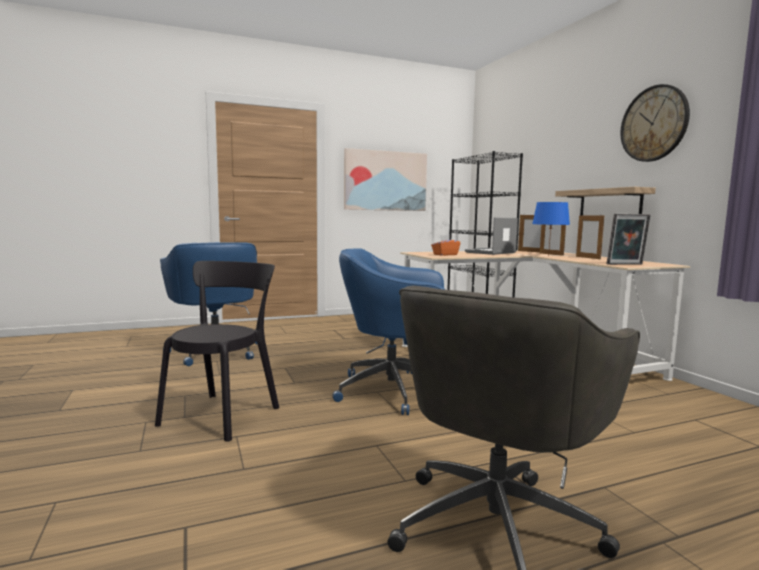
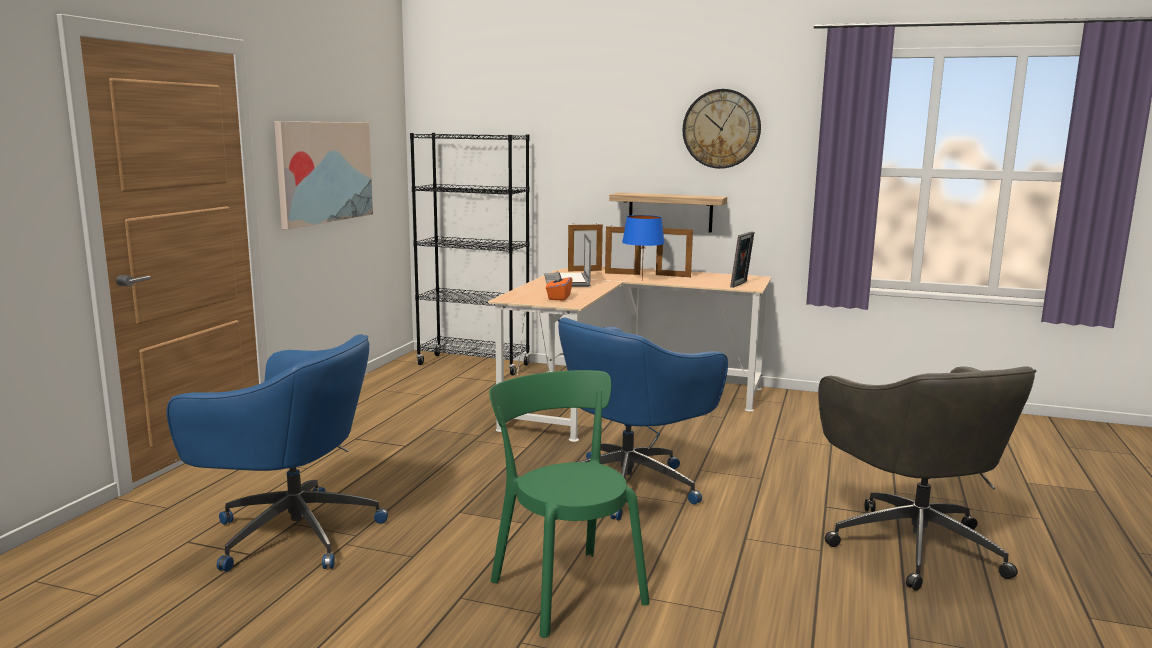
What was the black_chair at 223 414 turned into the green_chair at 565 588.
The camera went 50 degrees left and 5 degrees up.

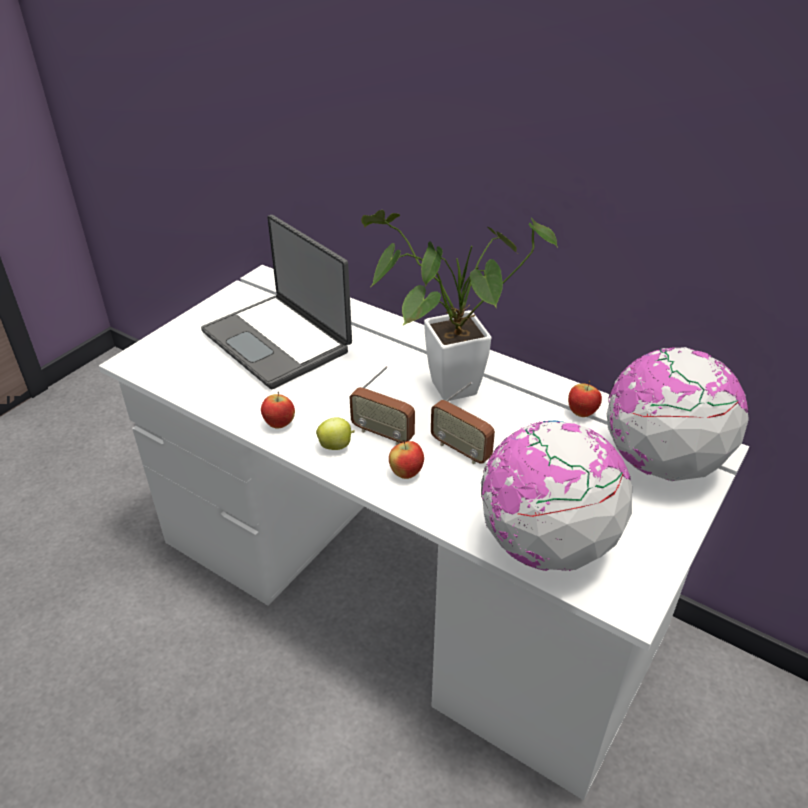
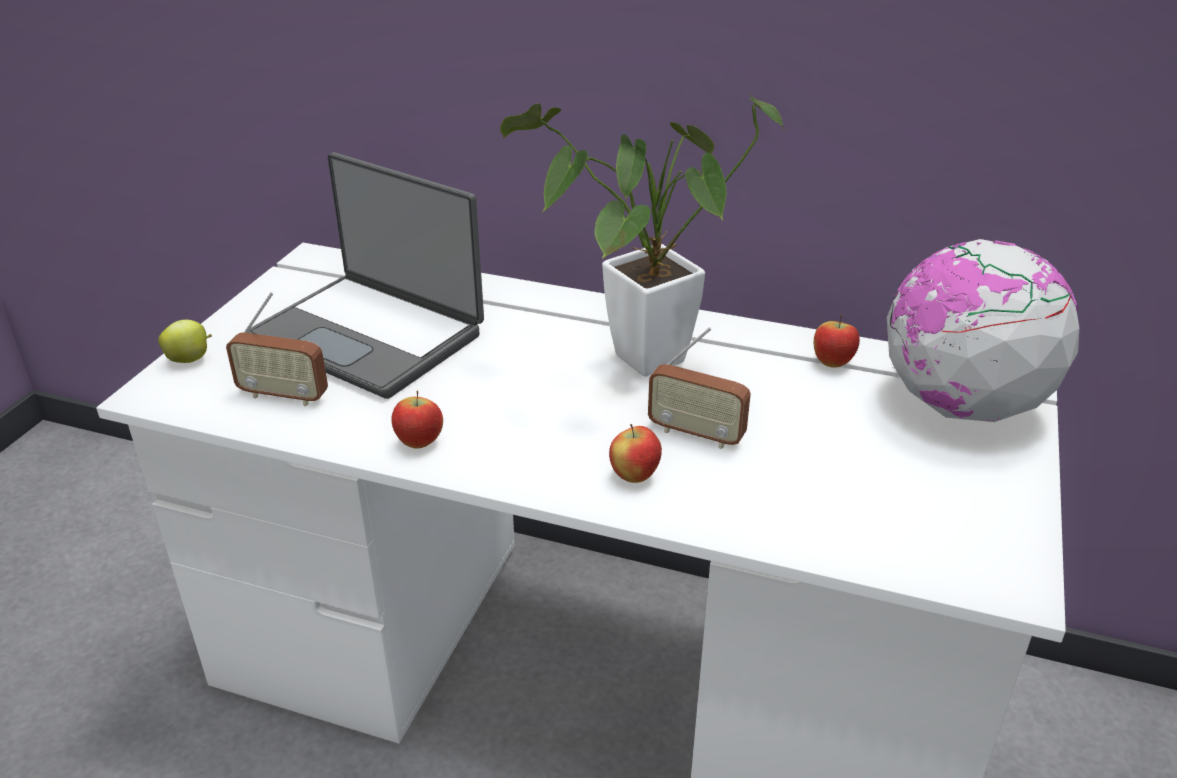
The apple ended up elsewhere, having gone from 336 446 to 190 359.
The radio ended up elsewhere, having gone from 383 434 to 284 396.
The second view lost the globe at 545 544.
The camera went 15 degrees left and 5 degrees down.

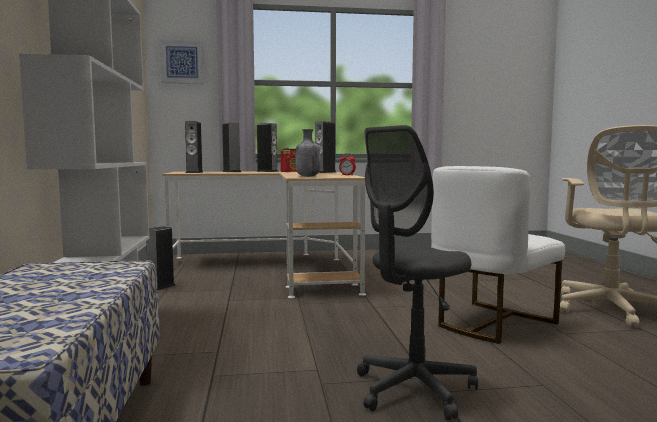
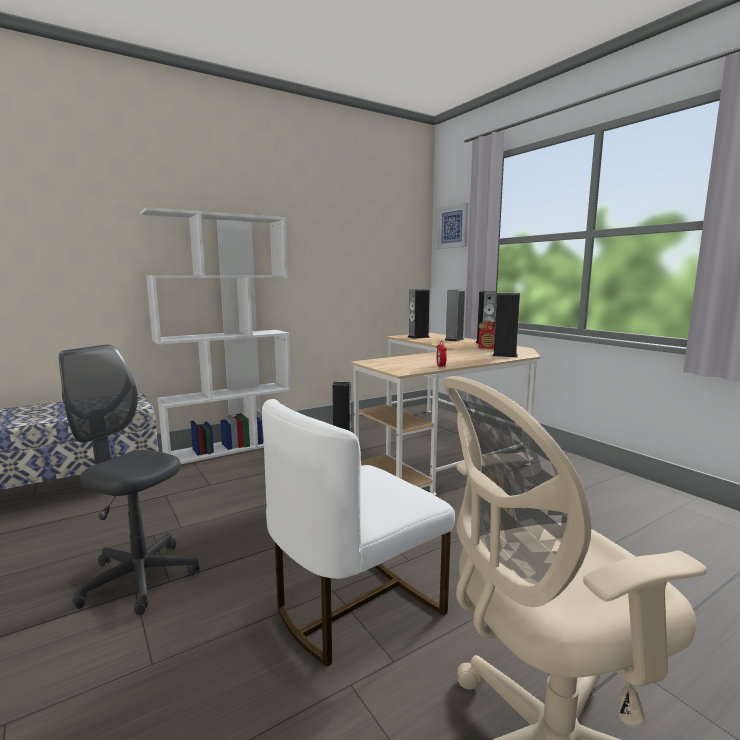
The white_chair at 491 323 ended up facing another way, 60 degrees counterclockwise from before.
The second view lost the grey_bottle at 307 176.
The camera went 65 degrees right and 5 degrees up.

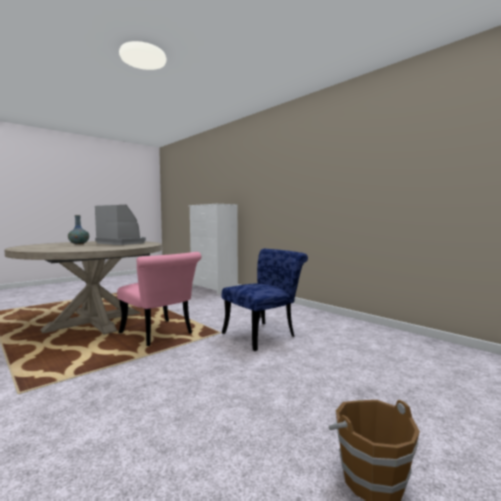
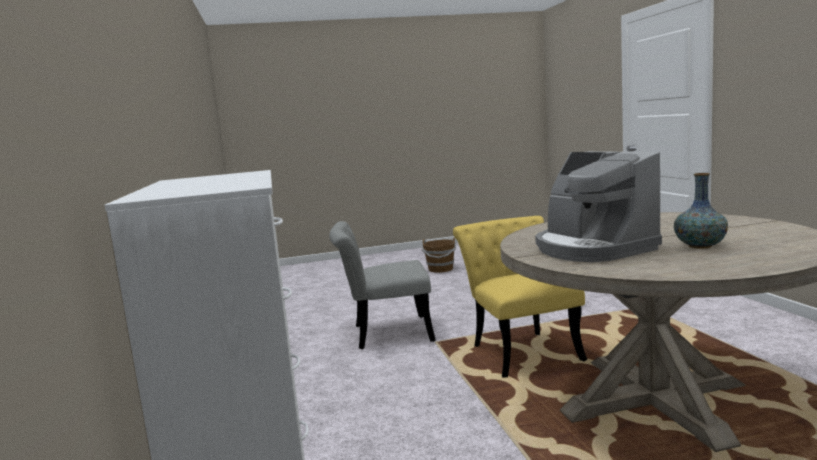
What was the blue_chair at 264 334 turned into the grey_chair at 384 334.
What was the pink_chair at 160 334 turned into the yellow_chair at 521 350.
The camera went 150 degrees left and 5 degrees up.

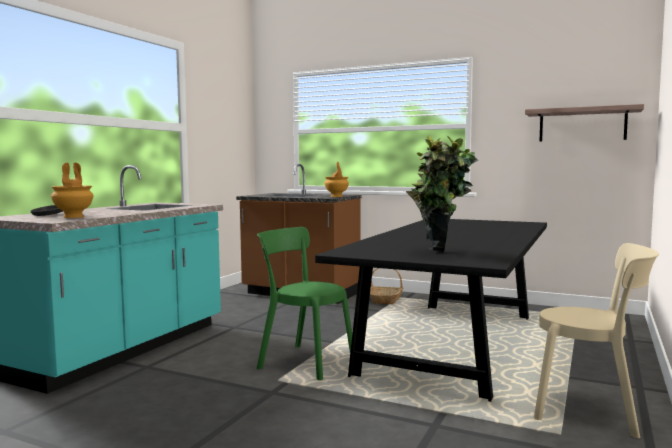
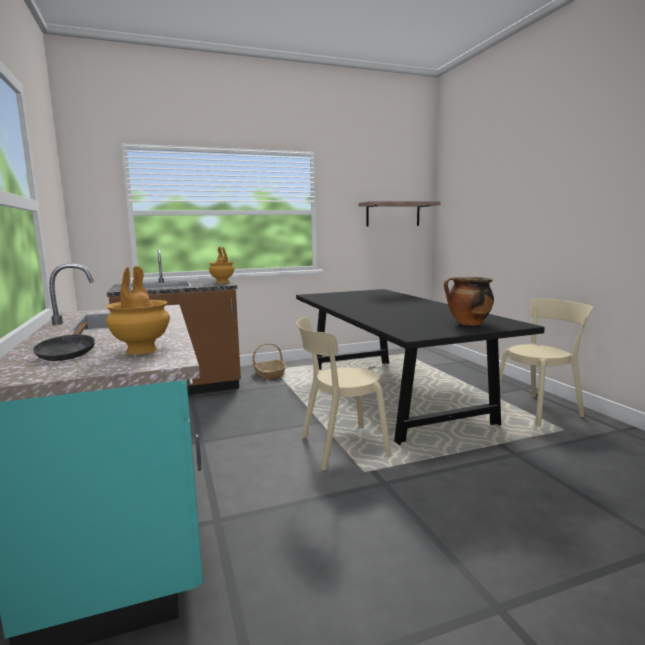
What was the green_chair at 303 361 turned into the beige_chair at 339 447.
Where the potted_plant stood at 439 254, the cooking_pot came to stand at 468 324.
The camera went 45 degrees left and 5 degrees up.

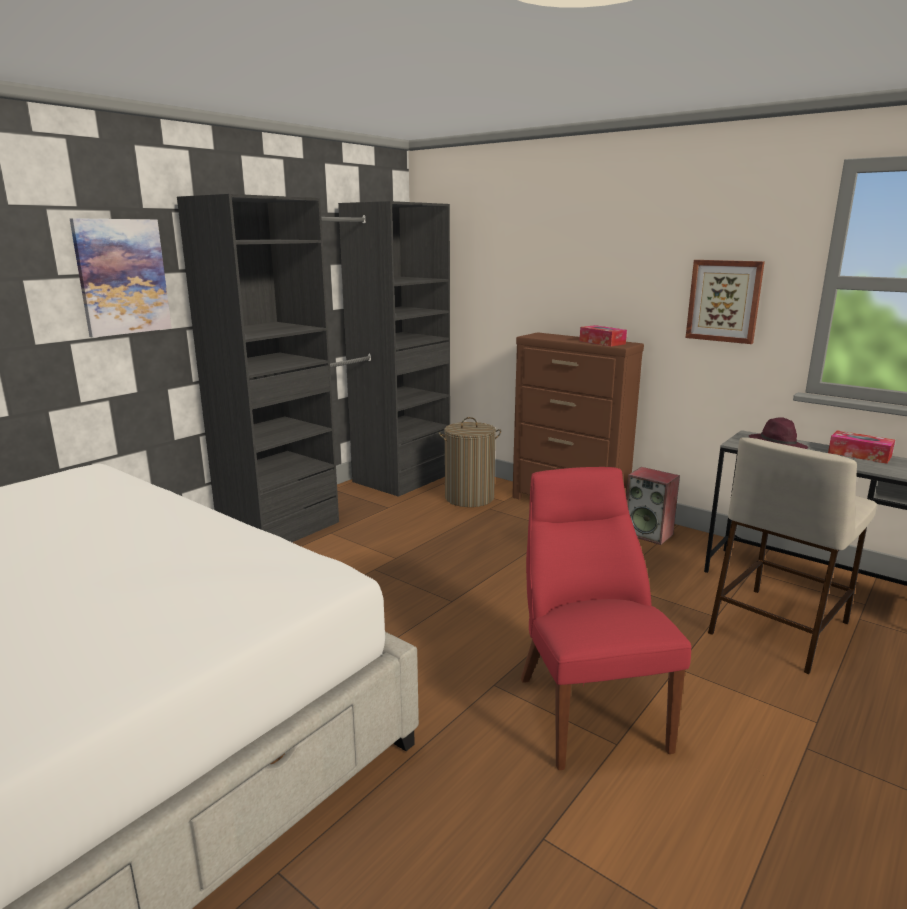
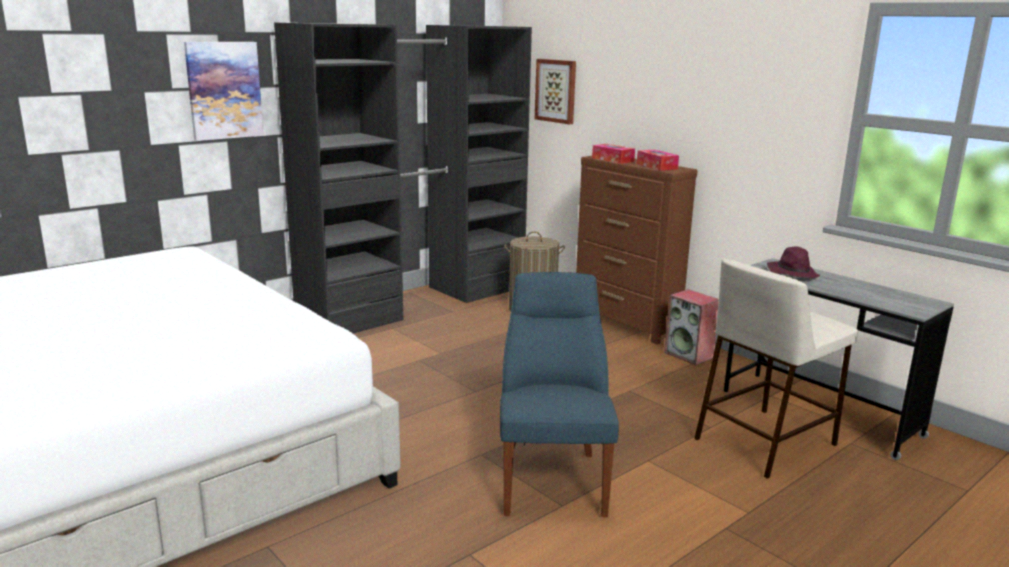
What was the red_chair at 587 708 turned into the blue_chair at 552 479.
The picture ended up elsewhere, having gone from 724 301 to 556 91.
The tissue_box ended up elsewhere, having gone from 859 454 to 612 160.
The camera went 10 degrees right and 0 degrees up.

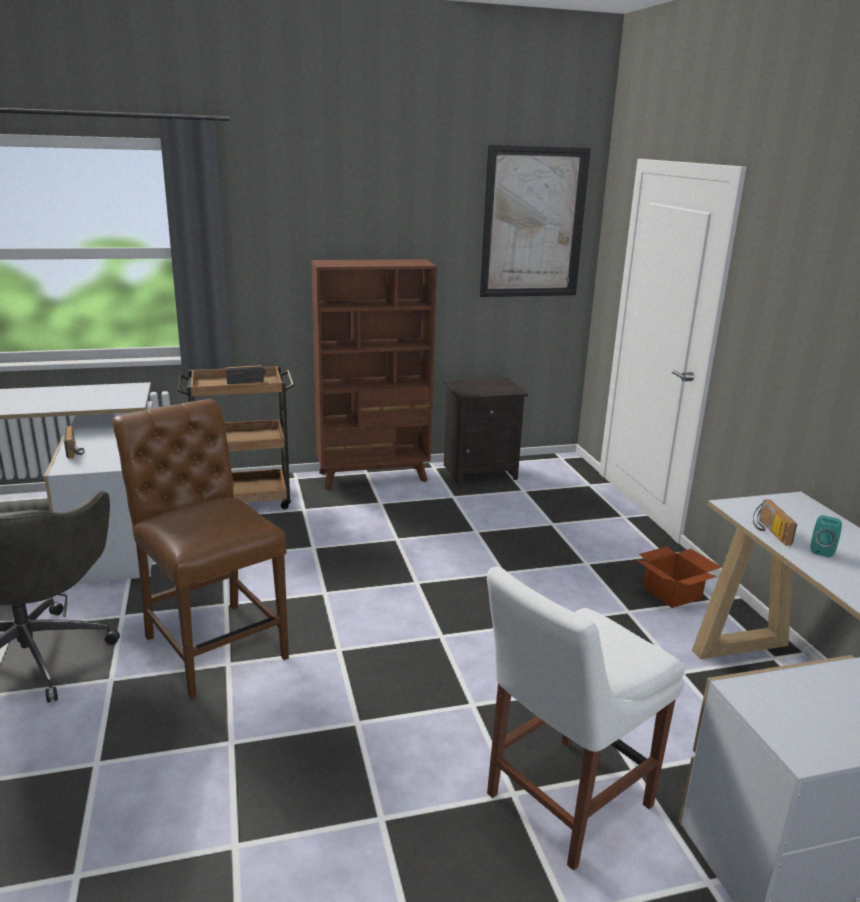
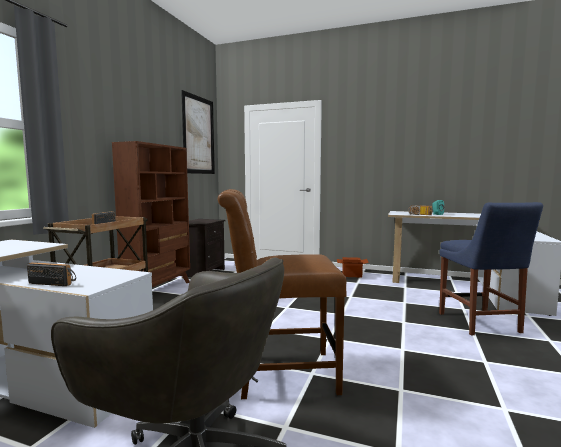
What was the white_chair at 562 803 turned into the blue_chair at 480 324.
The camera went 55 degrees left and 15 degrees down.

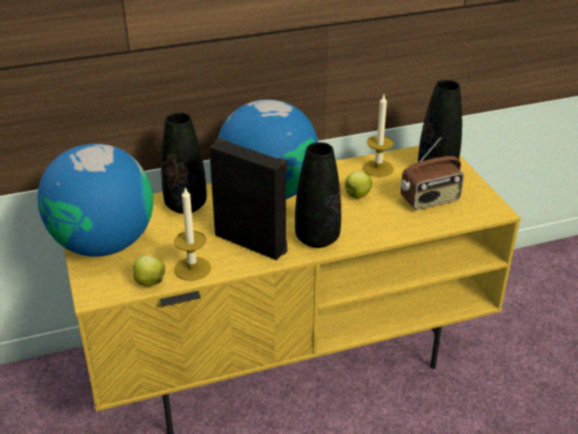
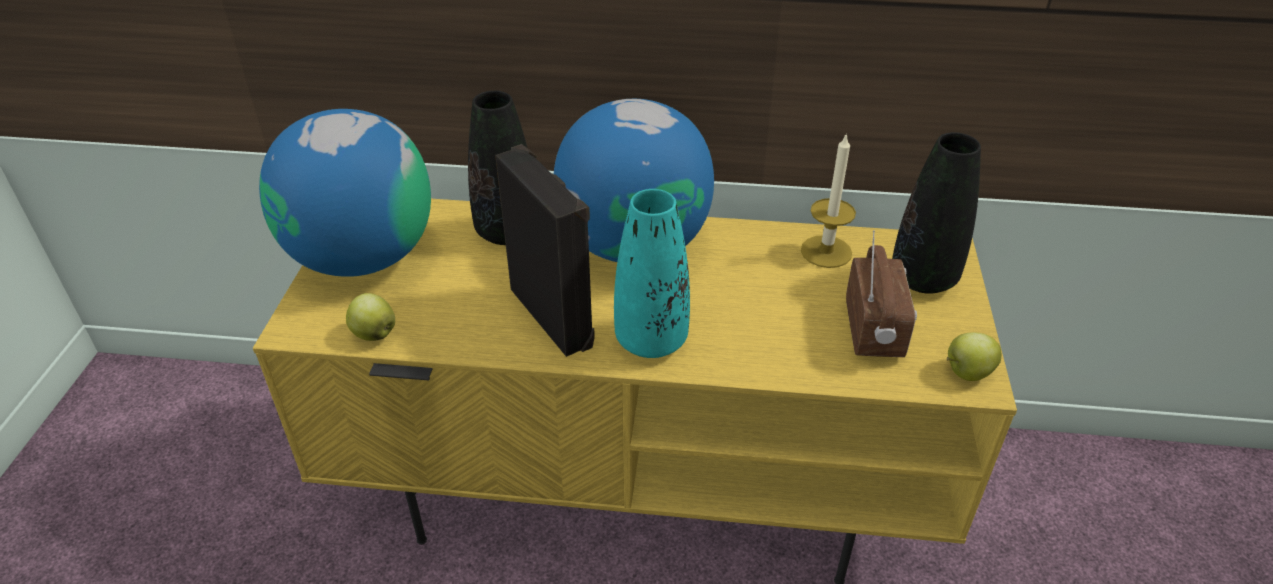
What was the black_vase at 317 238 turned into the turquoise_vase at 651 341.
The radio at 430 200 ended up facing another way, 90 degrees counterclockwise from before.
The apple ended up elsewhere, having gone from 357 195 to 966 373.
The second view lost the candle at 192 268.
The camera went 25 degrees right and 5 degrees up.

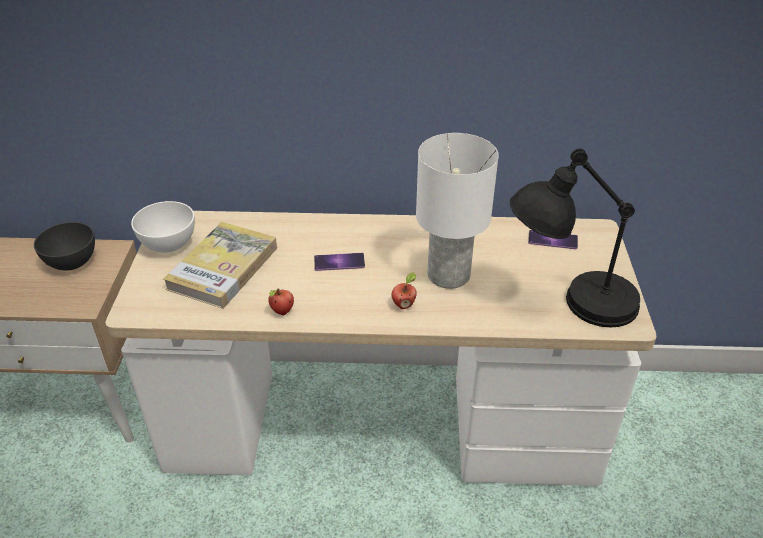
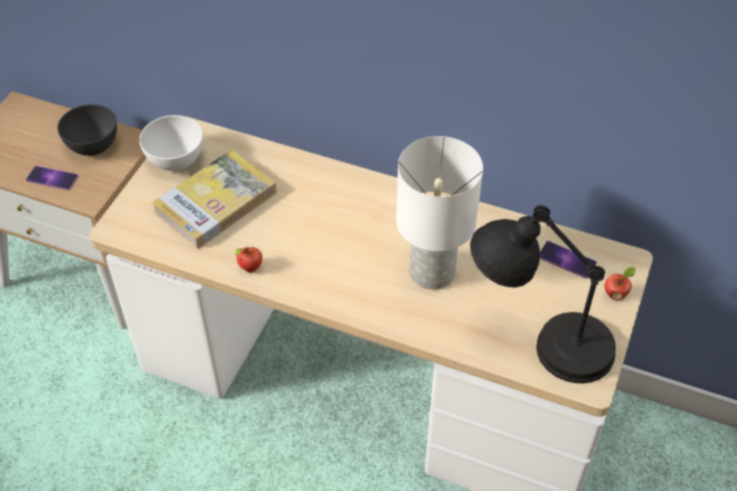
The phone ended up elsewhere, having gone from 339 262 to 52 178.
The apple ended up elsewhere, having gone from 404 305 to 615 294.
The camera went 20 degrees right and 10 degrees up.

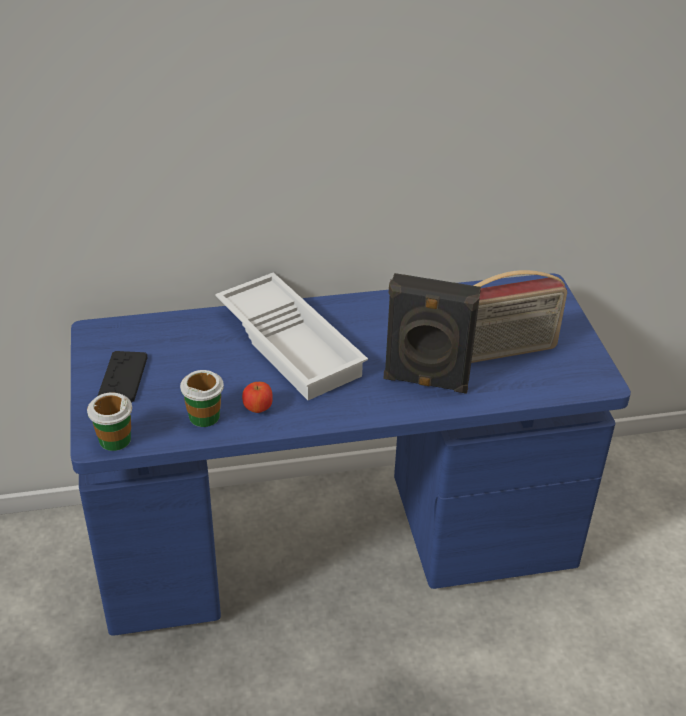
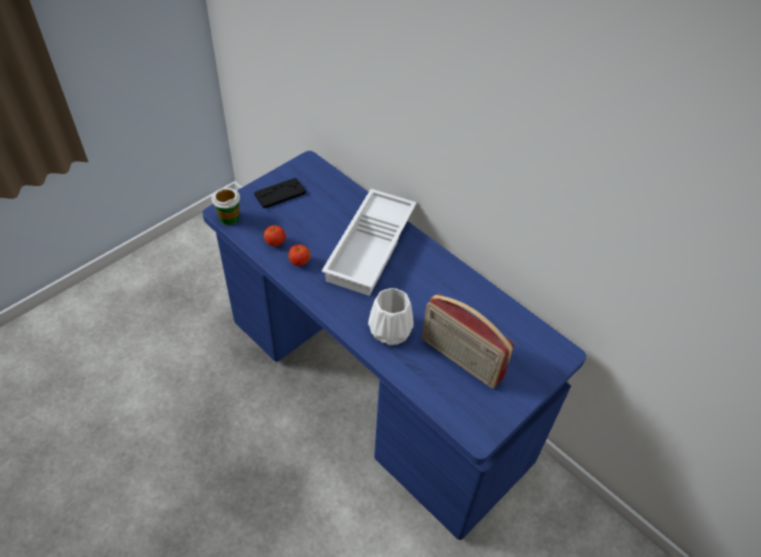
Where the cup stood at 204 416, the apple came to stand at 275 243.
Where the black_speaker stood at 426 382, the white_vase came to stand at 391 331.
The camera went 55 degrees right and 10 degrees up.

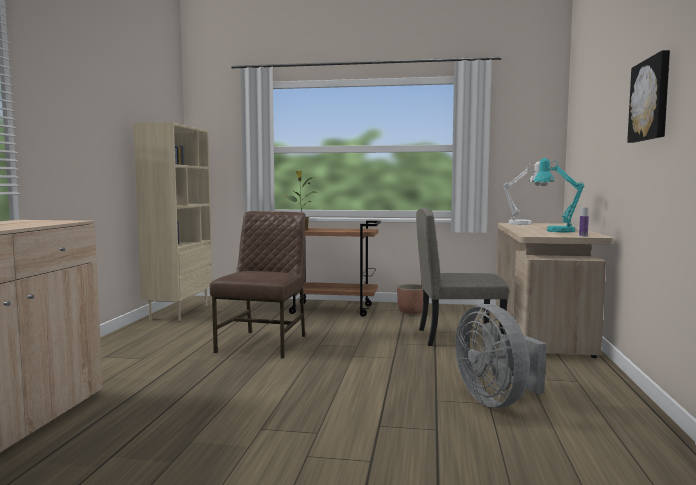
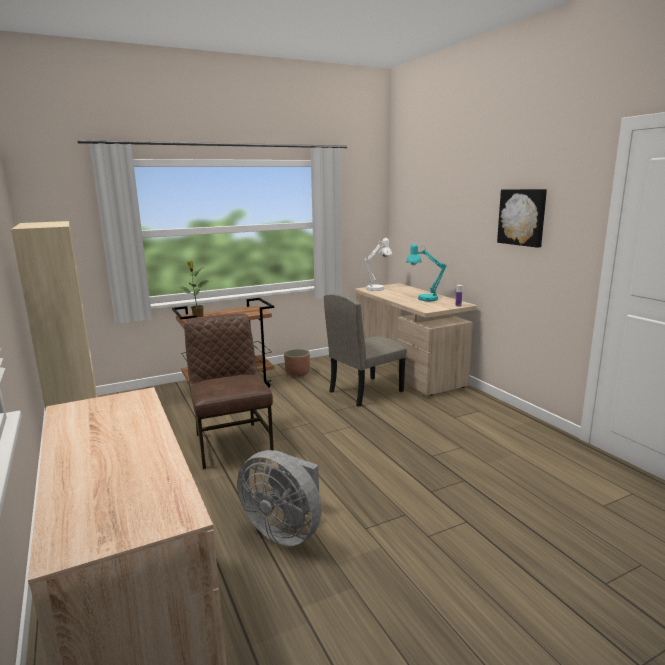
The grey_fan ended up elsewhere, having gone from 497 400 to 285 531.
The camera went 35 degrees left and 10 degrees up.

